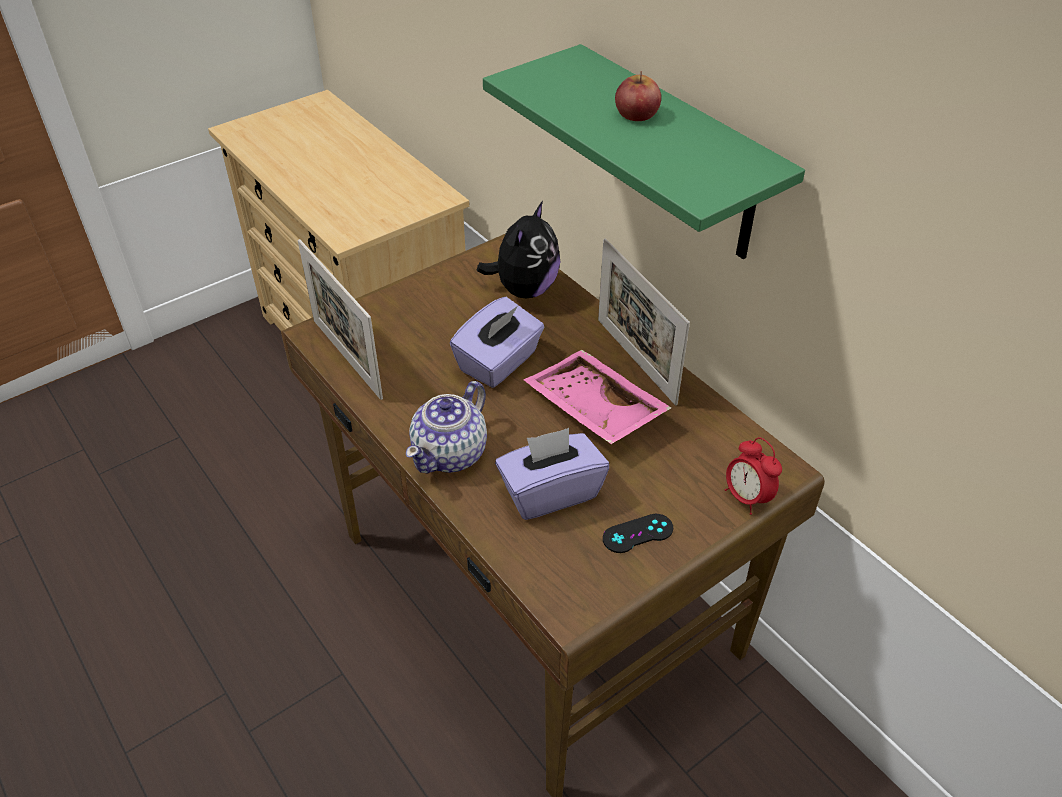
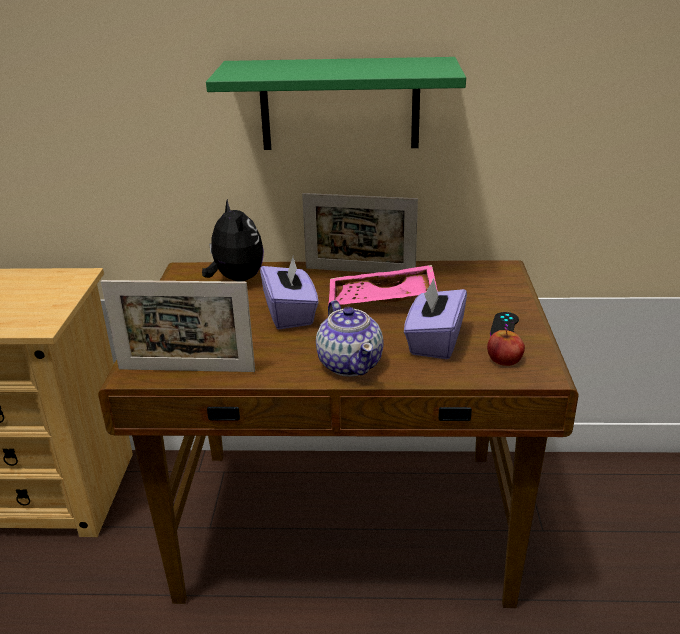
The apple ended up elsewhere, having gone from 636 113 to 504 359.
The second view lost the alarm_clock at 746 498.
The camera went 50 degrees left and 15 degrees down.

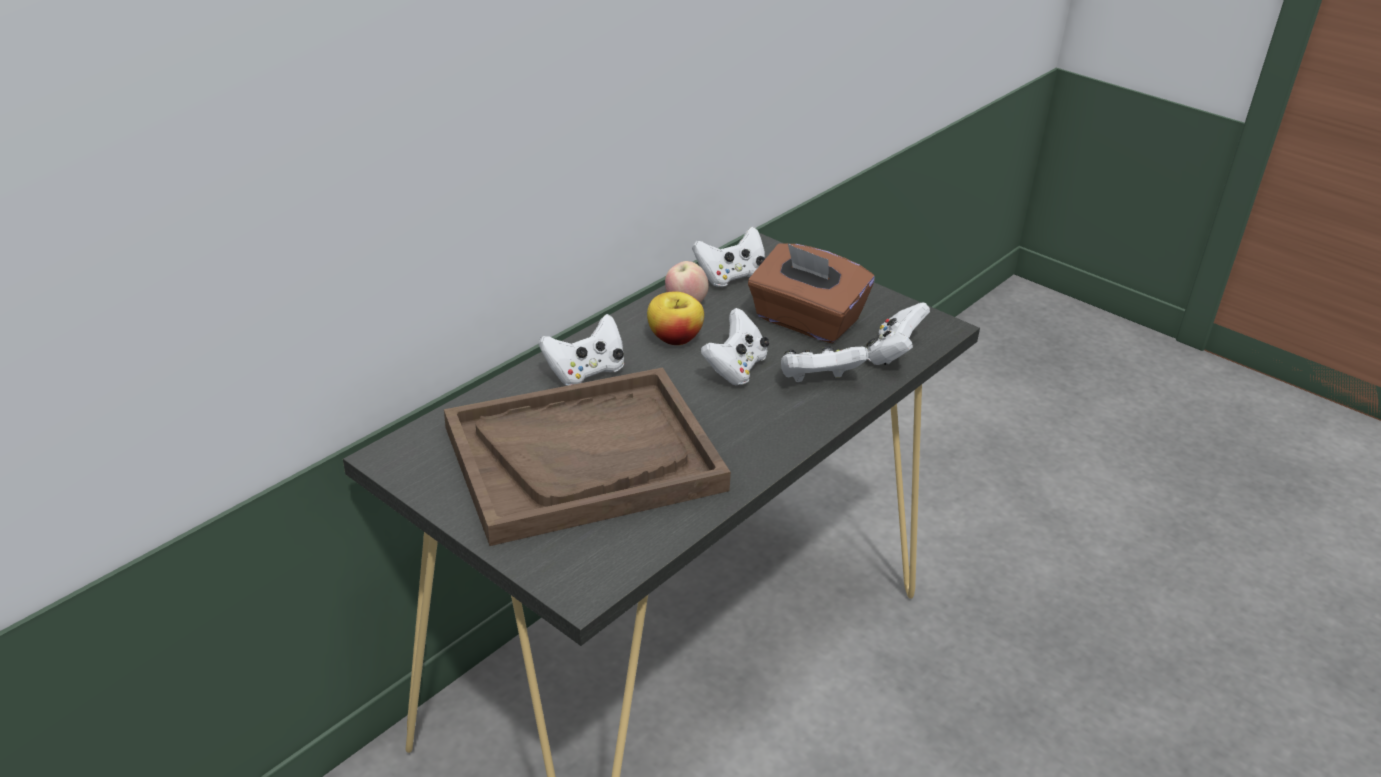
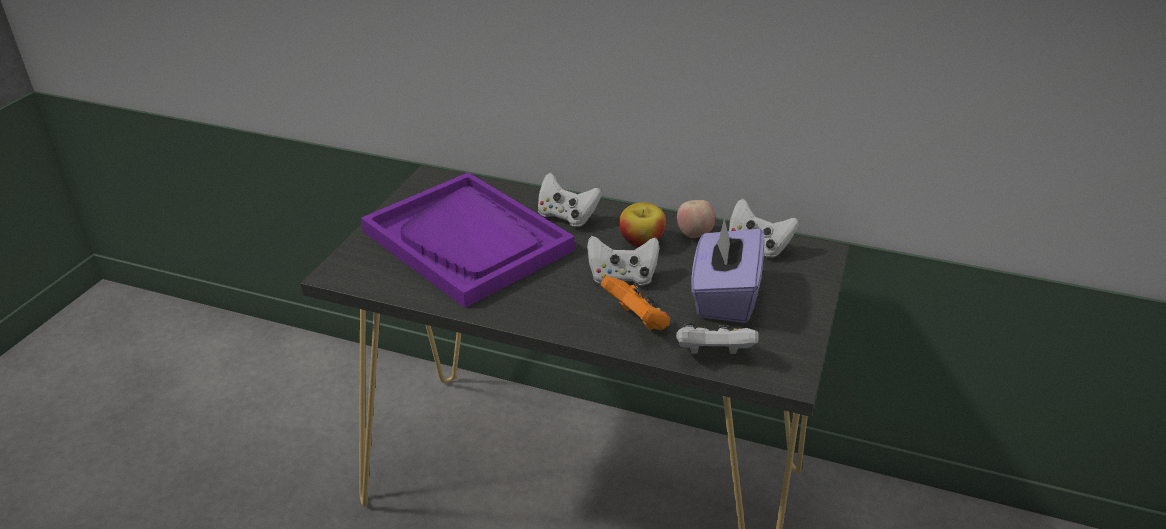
What was the brown_tray at 584 458 turned into the purple_tray at 468 241.
What was the white_game_controller at 818 381 turned into the orange_game_controller at 637 321.
What was the brown_tissue_box at 805 321 turned into the purple_tissue_box at 724 297.
The camera went 70 degrees right and 0 degrees up.

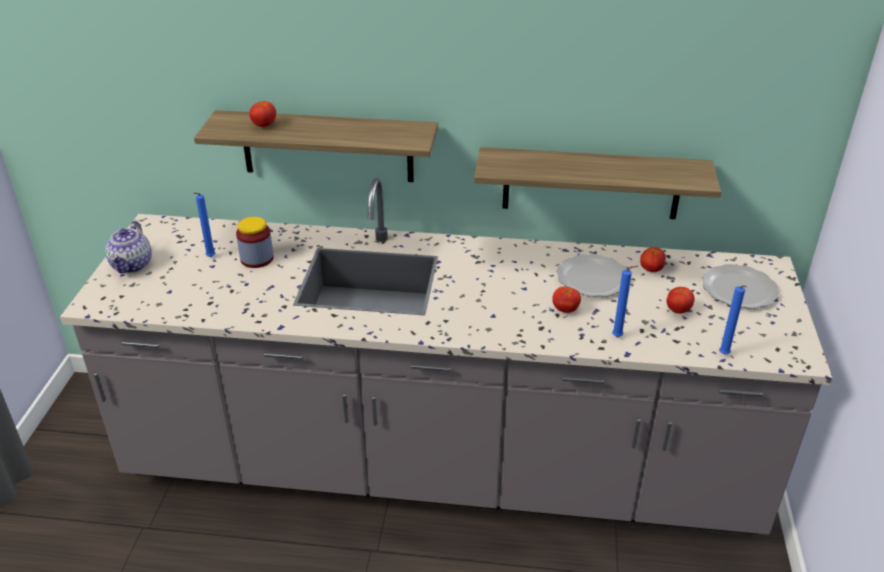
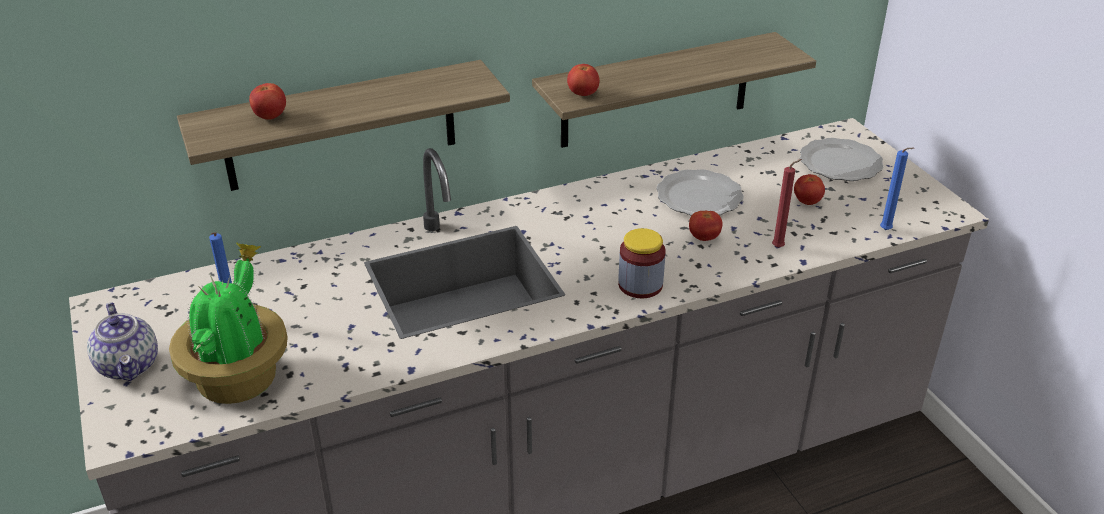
The second view gained the potted_plant at 239 376.
The tomato ended up elsewhere, having gone from 651 270 to 583 94.
The jar ended up elsewhere, having gone from 257 259 to 640 285.
What was the blue_candle at 619 337 turned into the red_candle at 780 247.
The camera went 30 degrees left and 0 degrees up.

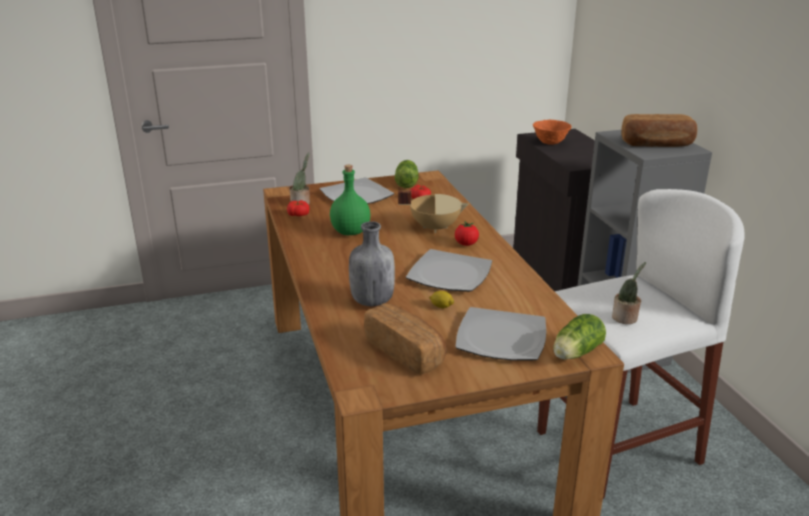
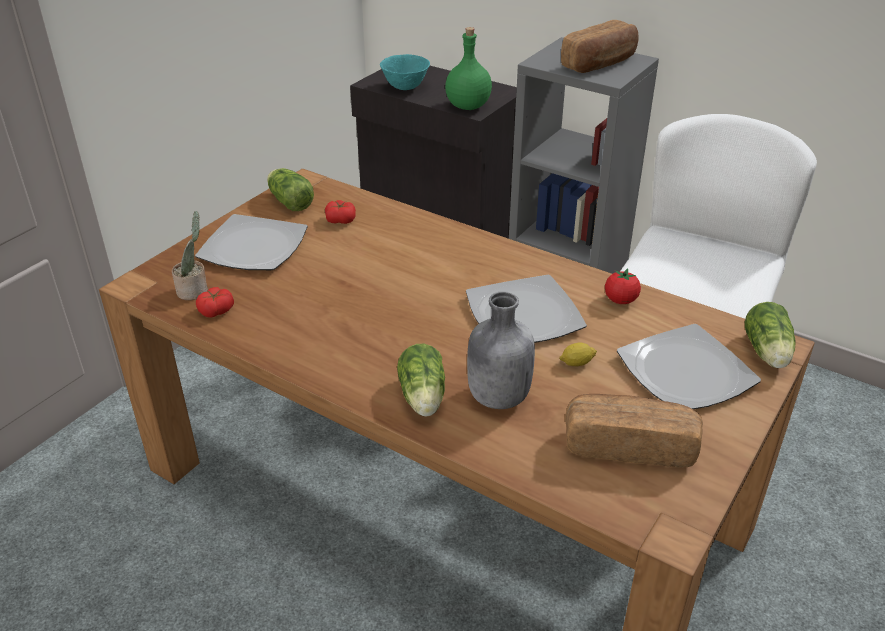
What was the orange_bowl at 550 143 turned into the turquoise_bowl at 405 87.
The second view gained the lettuce at 423 398.
The green_bottle ended up elsewhere, having gone from 350 232 to 468 106.
The tomato ended up elsewhere, having gone from 466 244 to 620 300.
The second view lost the beige_cooking_pot at 434 227.
The second view lost the potted_plant at 625 318.
The camera went 40 degrees left and 10 degrees up.

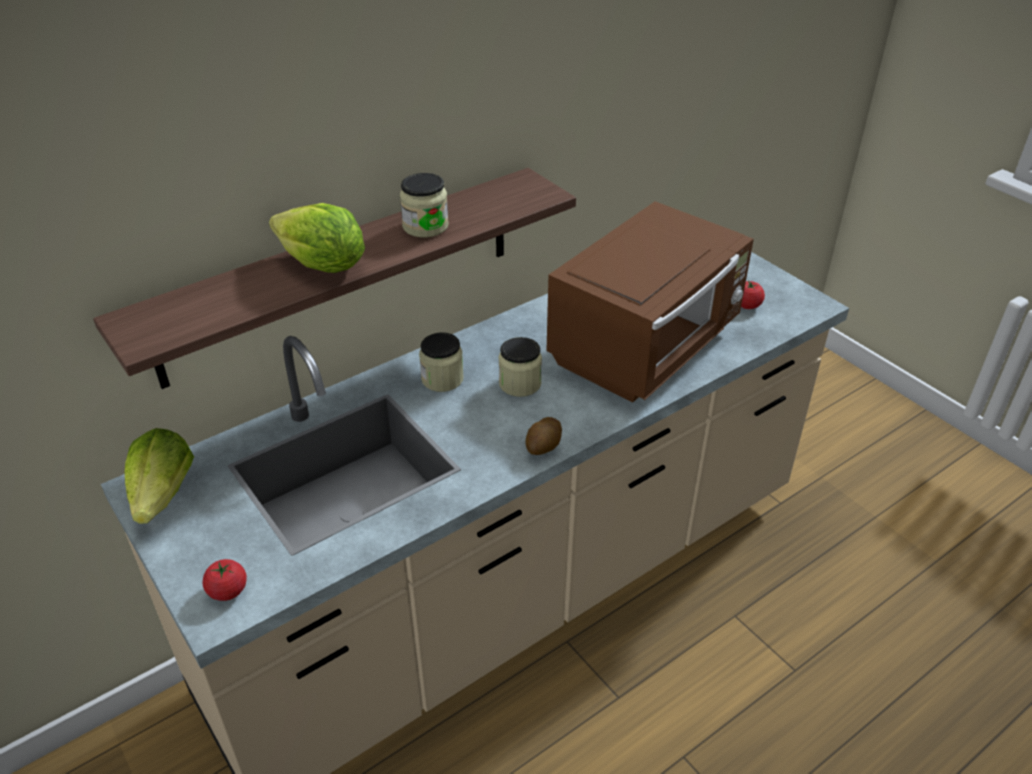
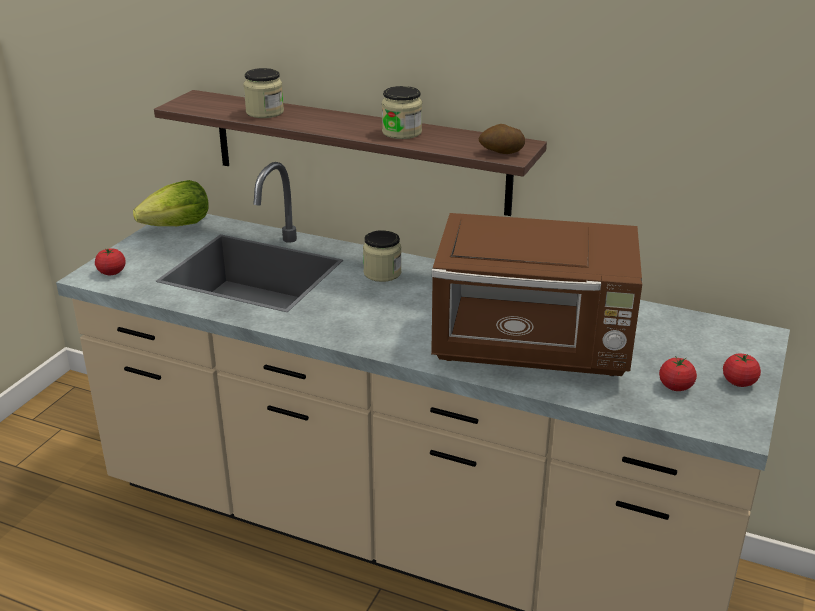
The jar ended up elsewhere, having gone from 520 384 to 265 112.
The potato ended up elsewhere, having gone from 543 447 to 501 152.
The second view gained the tomato at 739 382.
The second view lost the lettuce at 323 266.
The camera went 60 degrees right and 10 degrees down.

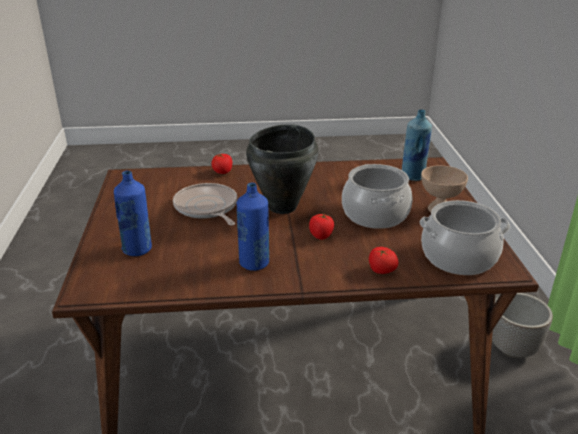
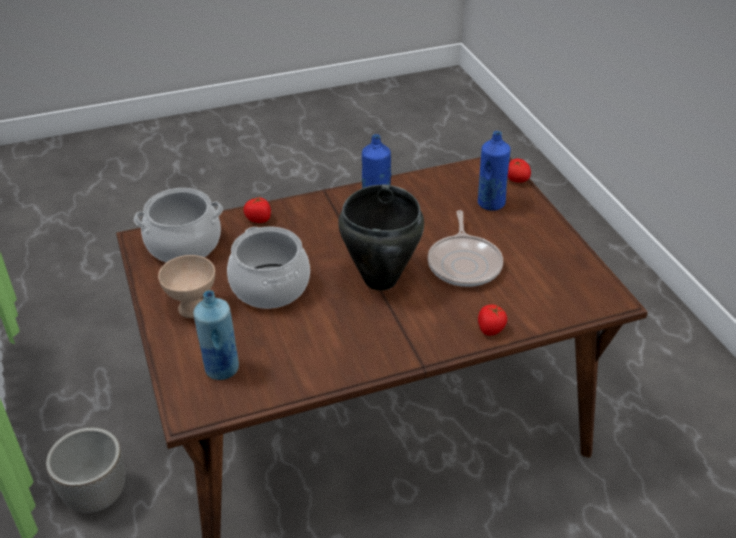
The frying_pan at 207 208 ended up facing another way, 45 degrees clockwise from before.
The tomato ended up elsewhere, having gone from 321 235 to 516 180.
The camera went 165 degrees right and 10 degrees up.

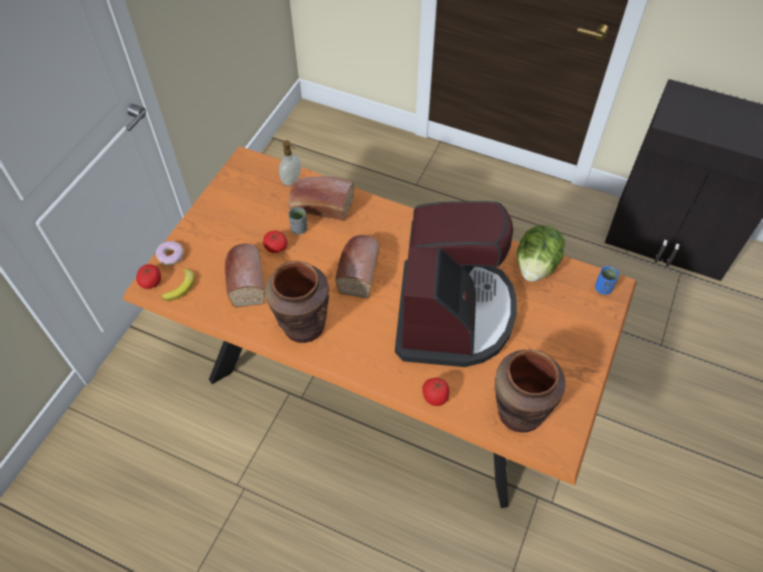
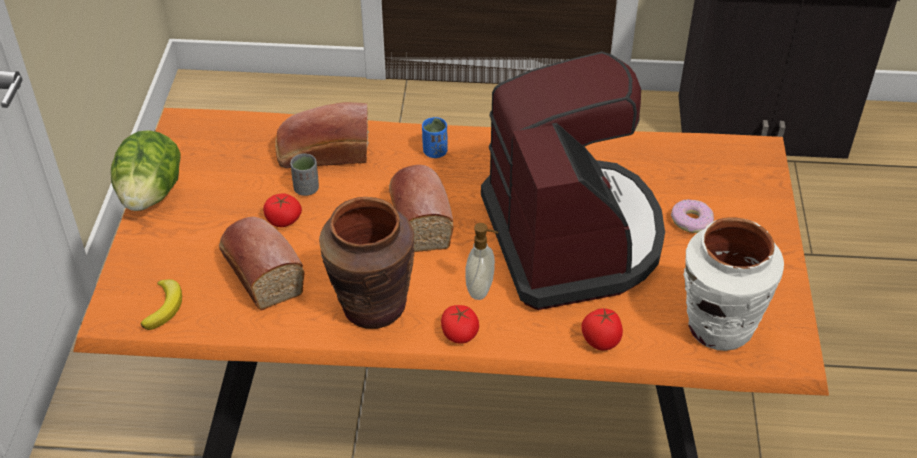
The lettuce ended up elsewhere, having gone from 536 266 to 151 194.
The blue_cup ended up elsewhere, having gone from 603 288 to 435 152.
The tomato ended up elsewhere, having gone from 151 281 to 460 333.
The soap_dispenser ended up elsewhere, having gone from 292 180 to 481 289.
The donut ended up elsewhere, having gone from 171 255 to 691 221.
What was the brown_vase at 519 412 turned into the white_vase at 718 327.
The camera went 20 degrees left and 10 degrees down.

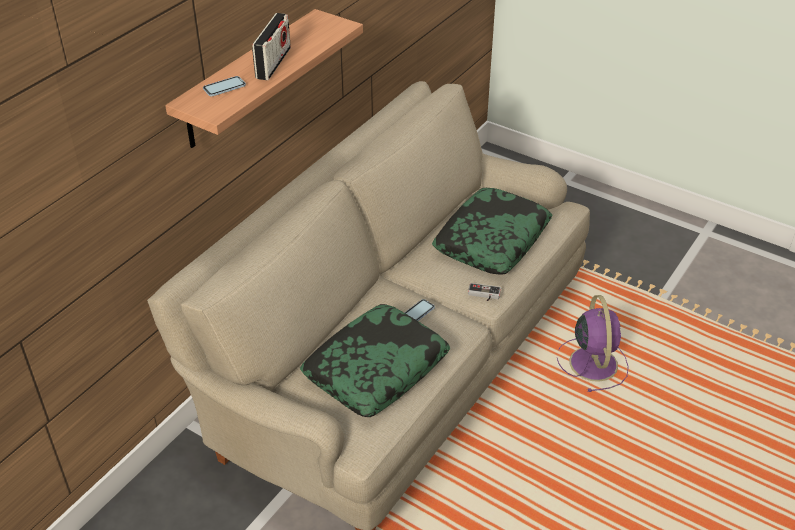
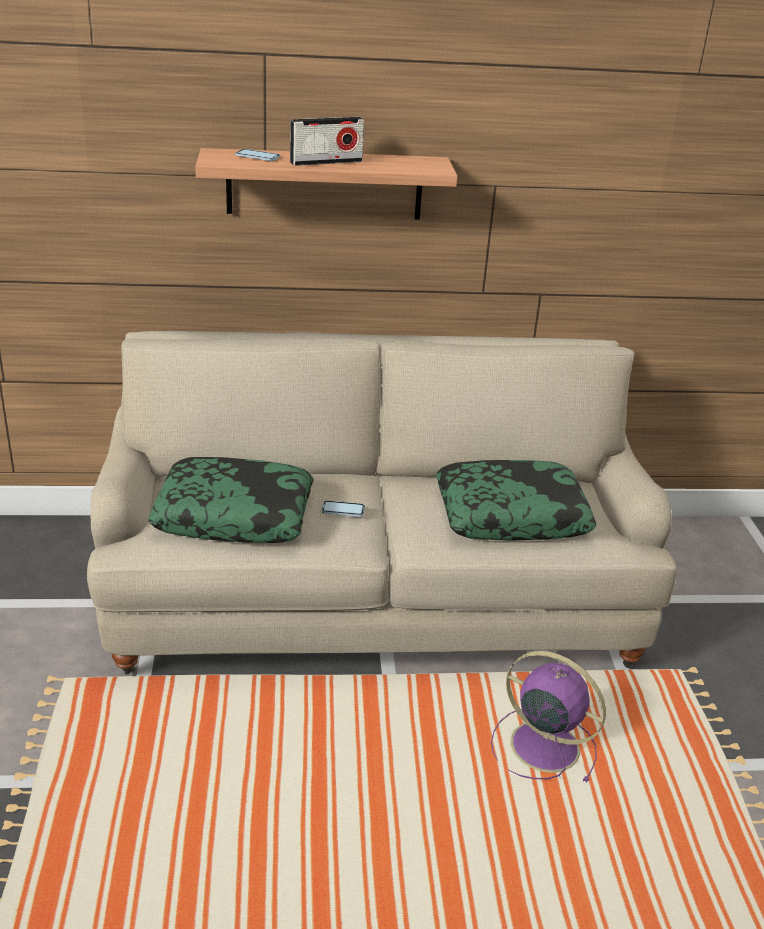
The purple_fan at 592 362 ended up facing another way, 105 degrees counterclockwise from before.
The second view lost the game_controller at 483 295.
The camera went 50 degrees right and 10 degrees down.

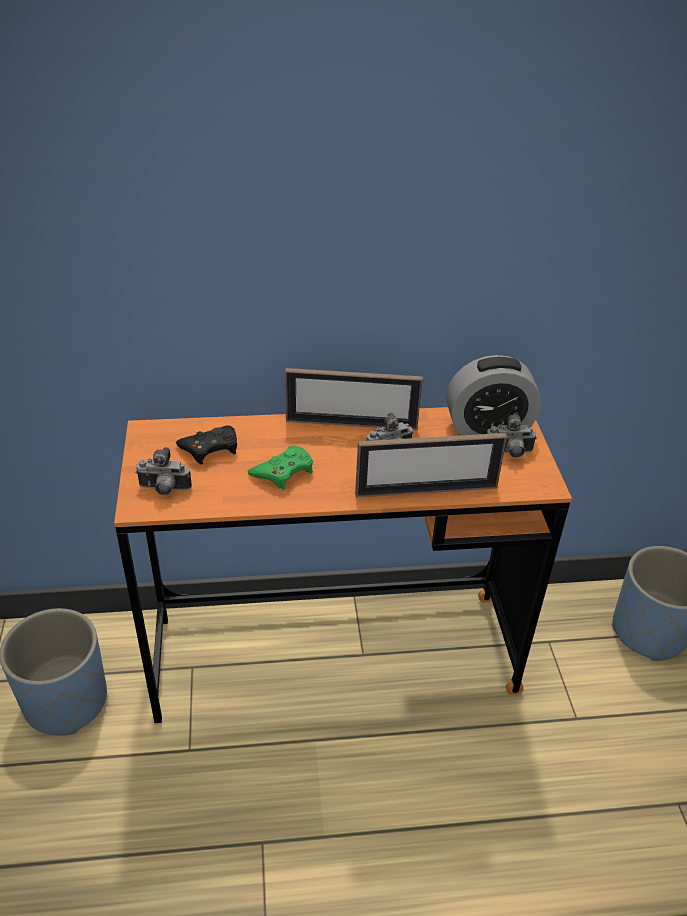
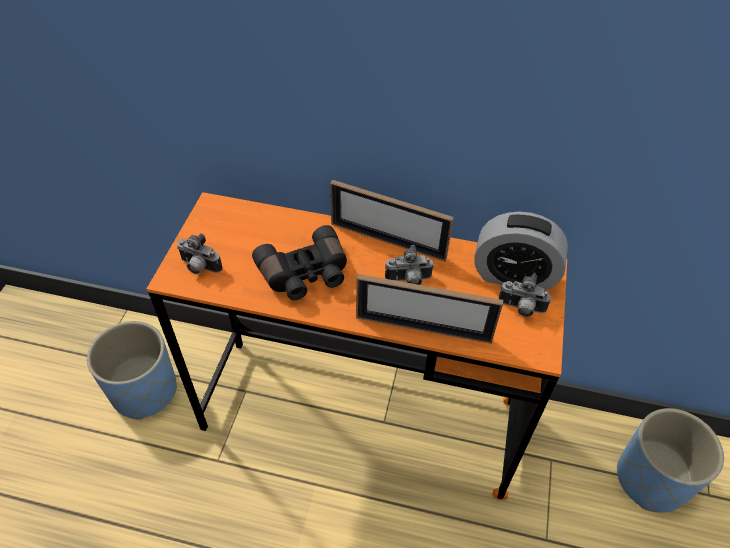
Where the green_game_controller stood at 283 471, the black_binoculars came to stand at 305 275.
The second view lost the black_game_controller at 210 448.
The camera went 20 degrees right and 10 degrees up.

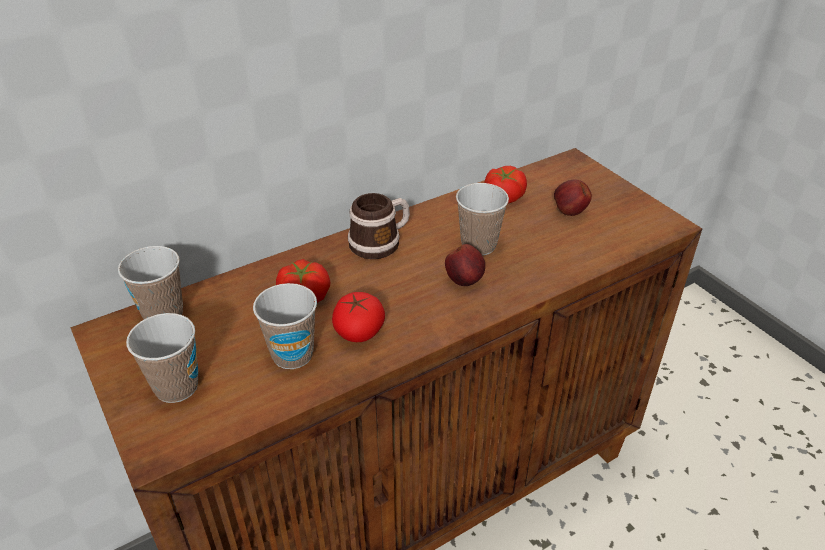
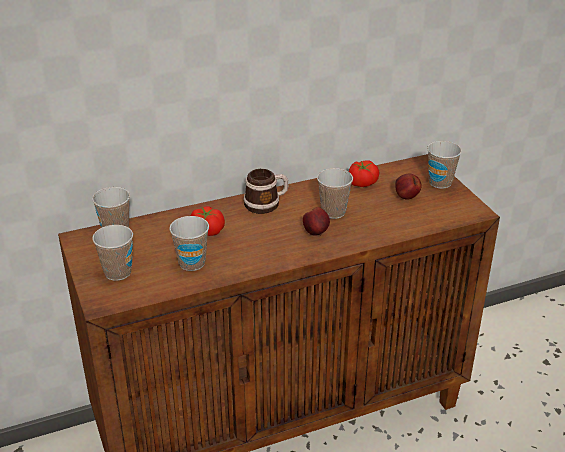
The second view gained the cup at 440 182.
The second view lost the tomato at 359 331.
The camera went 10 degrees right and 5 degrees down.

